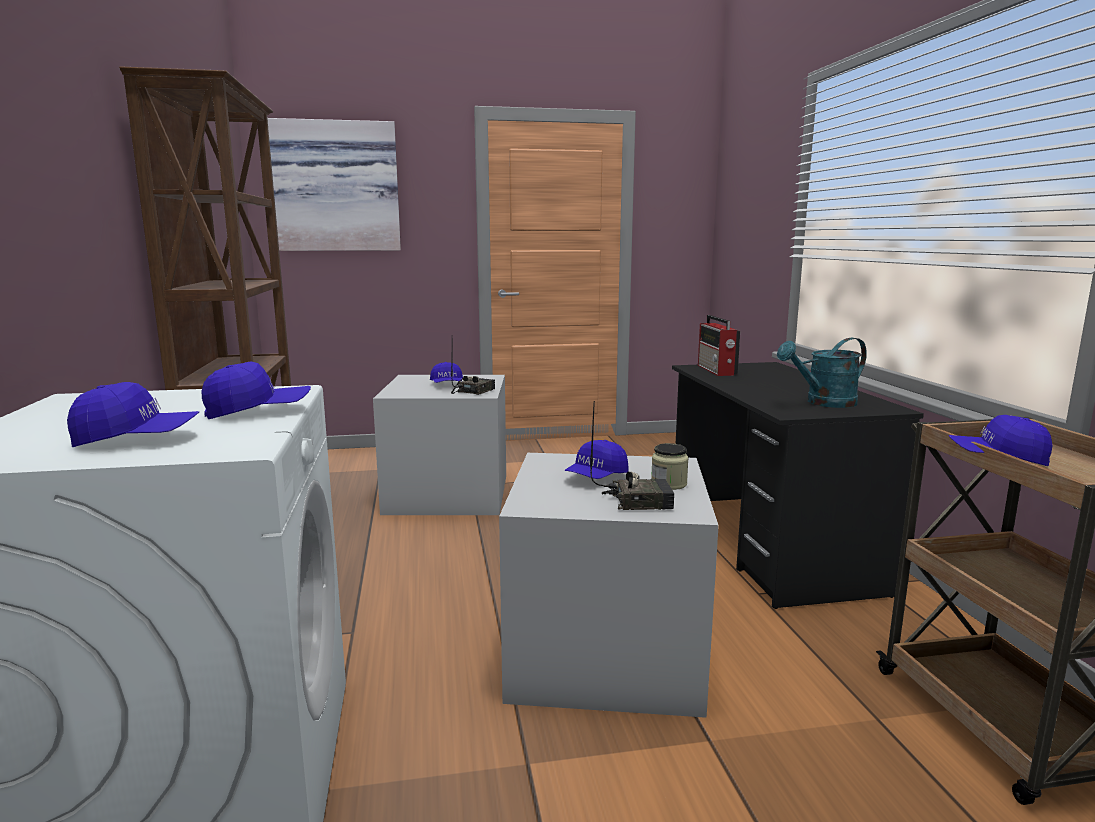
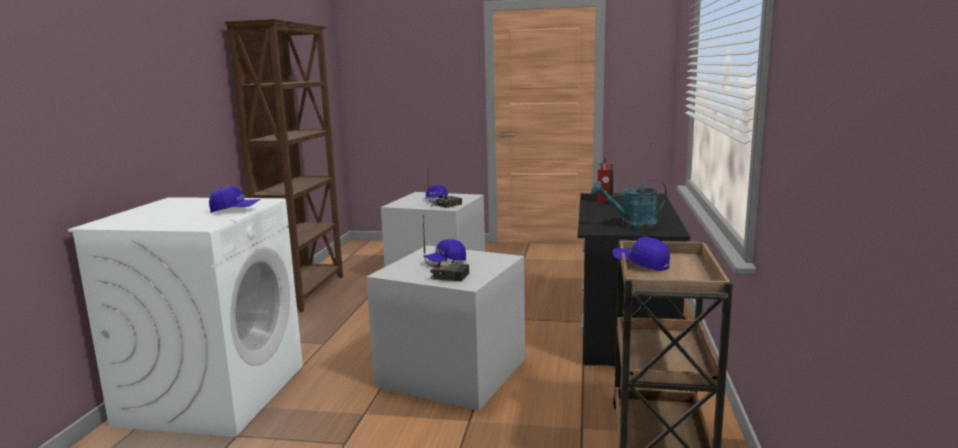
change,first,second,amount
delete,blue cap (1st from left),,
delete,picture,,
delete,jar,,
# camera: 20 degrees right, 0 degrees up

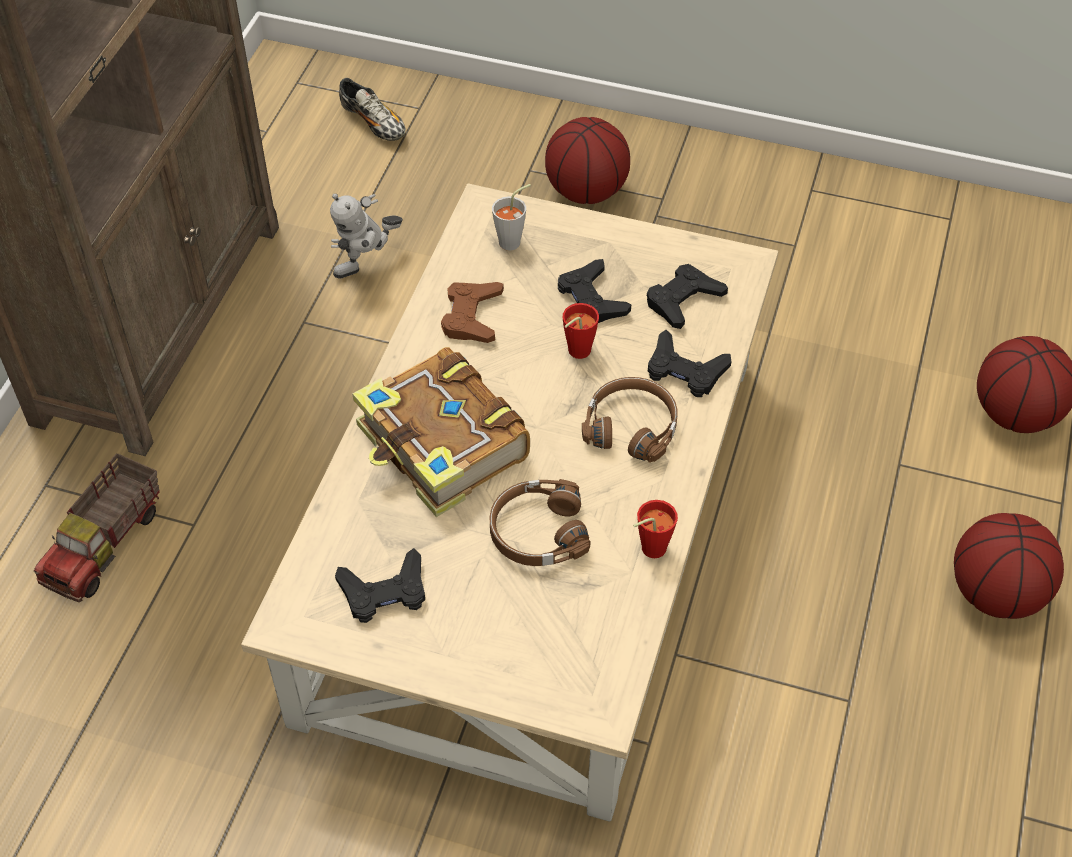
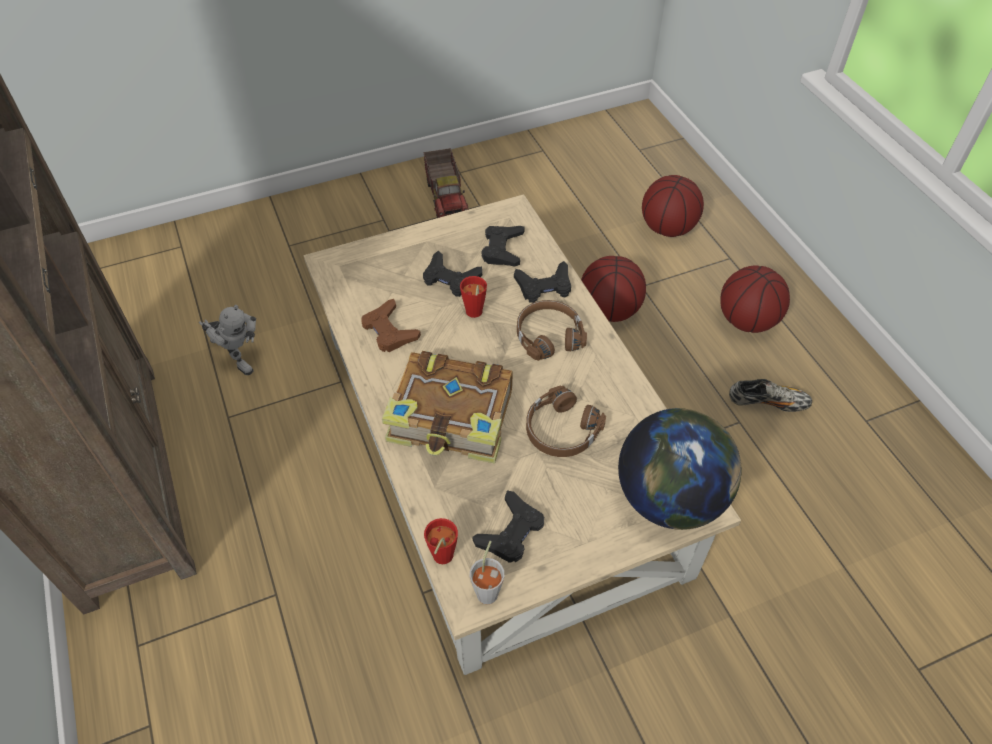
change,first,second,amount
move,toy truck,,
rotate,toy robot,,60 degrees counterclockwise
move,shoe,,
move,grey cup,,
move,basketball (1st from left),,
move,red cup (2nd from left in the first image),red cup (1st from left),
insert,,globe,
# camera: 40 degrees left, 0 degrees up

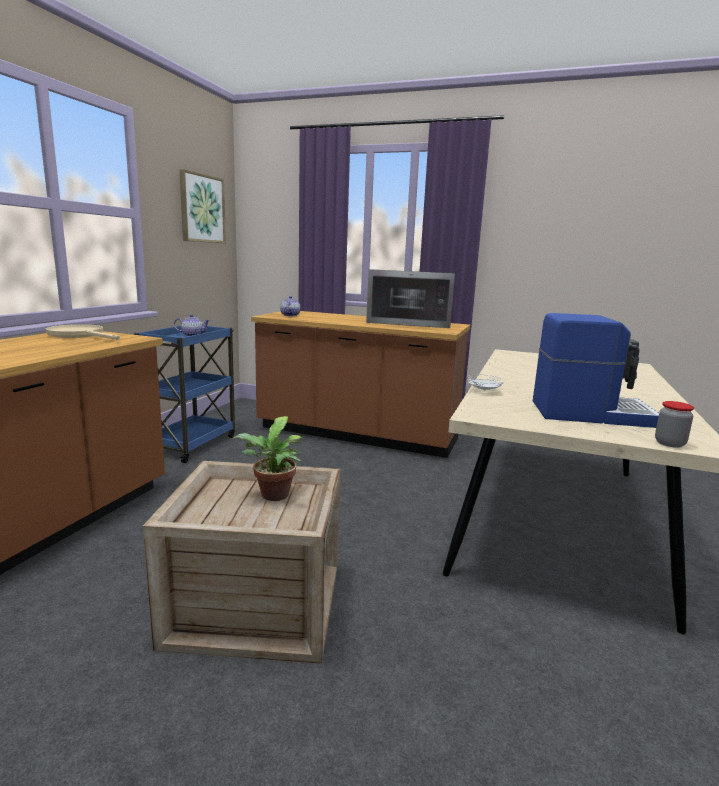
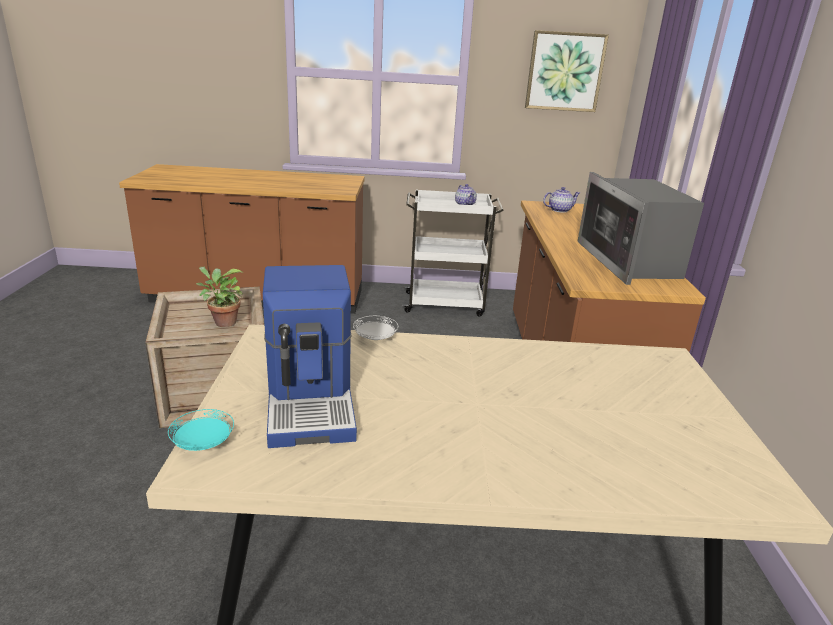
change,first,second,amount
delete,beige frying pan,,
recolor,blue cart,white cart,
replace,jar,turquoise plate,
# camera: 70 degrees right, 10 degrees up

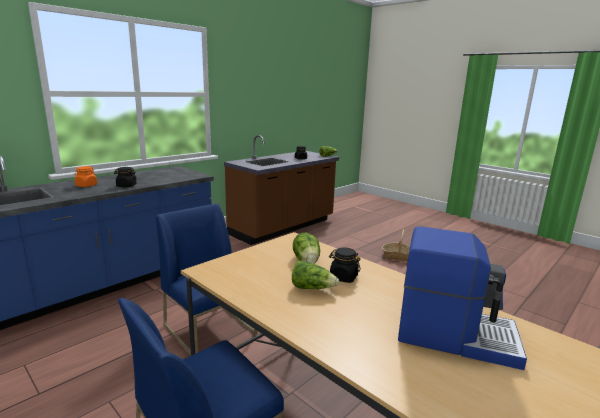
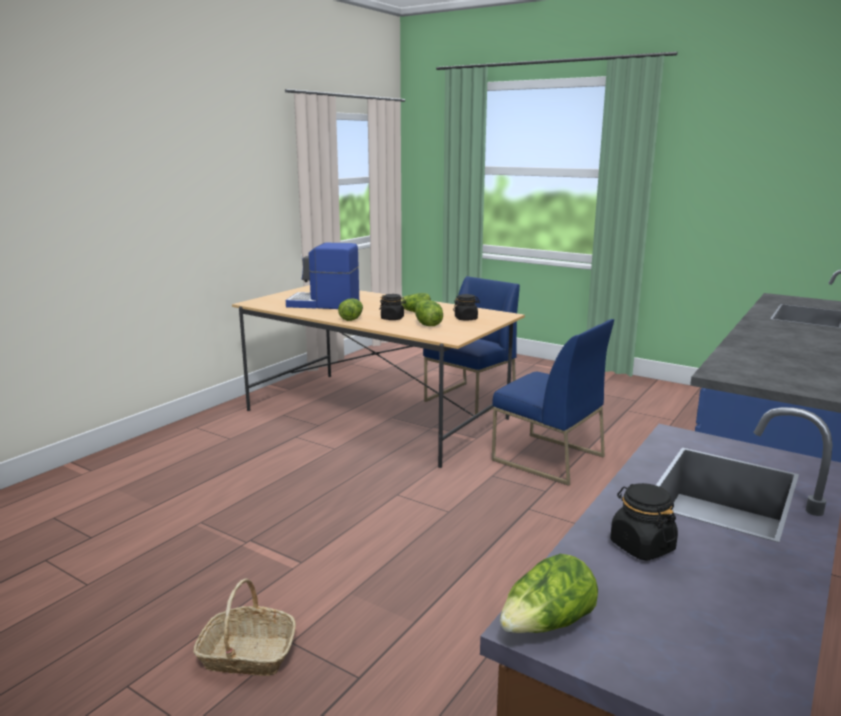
change,first,second,amount
delete,orange jar,,
move,black jar (1st from left in the first image),black jar (2nd from left),
insert,,lettuce (1st from left),
# camera: 170 degrees right, 0 degrees up

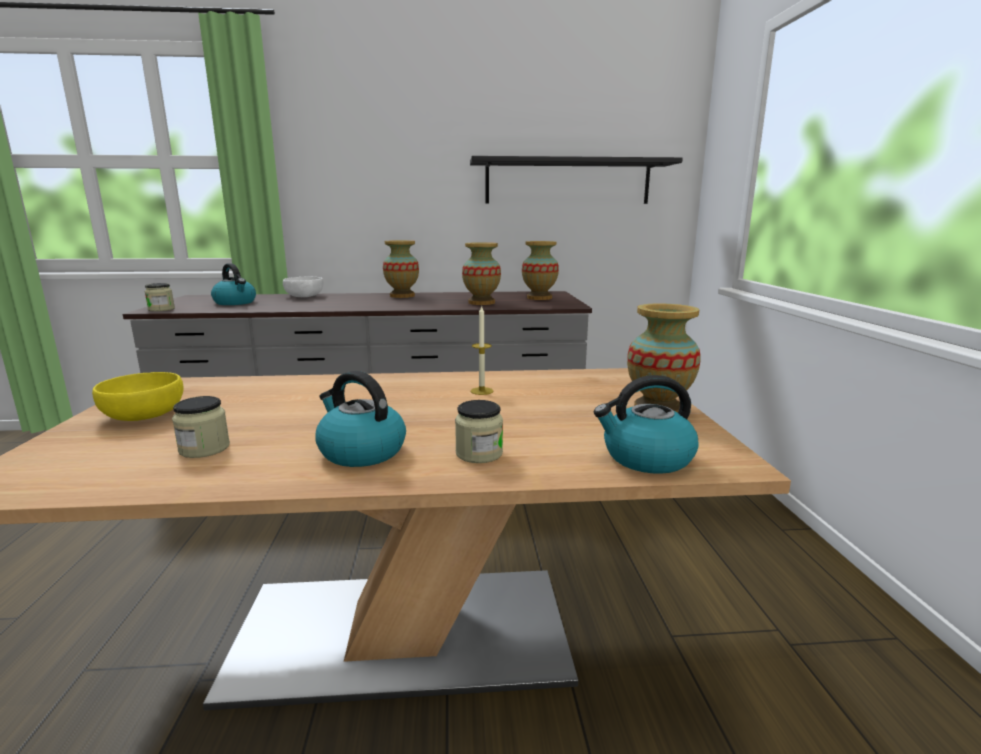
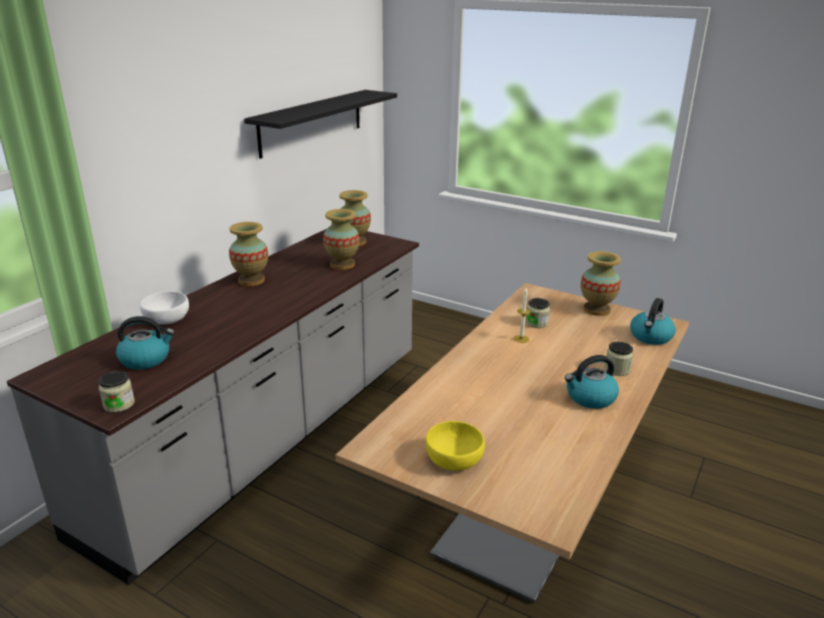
change,first,second,amount
move,jar (2nd from left),,
# camera: 55 degrees left, 10 degrees up

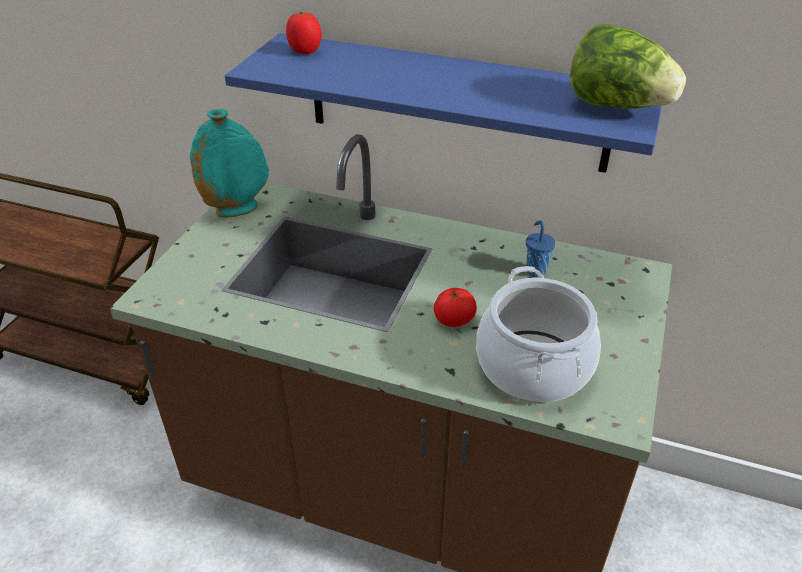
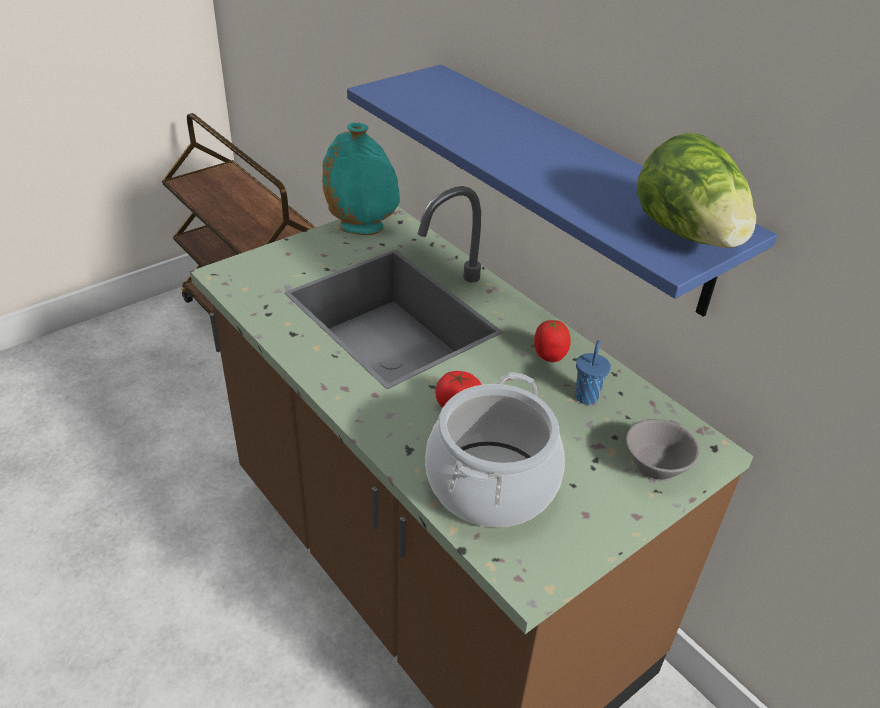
change,first,second,amount
move,tomato (1st from left in the first image),tomato (2nd from left),
insert,,grey cup,
# camera: 30 degrees right, 0 degrees up

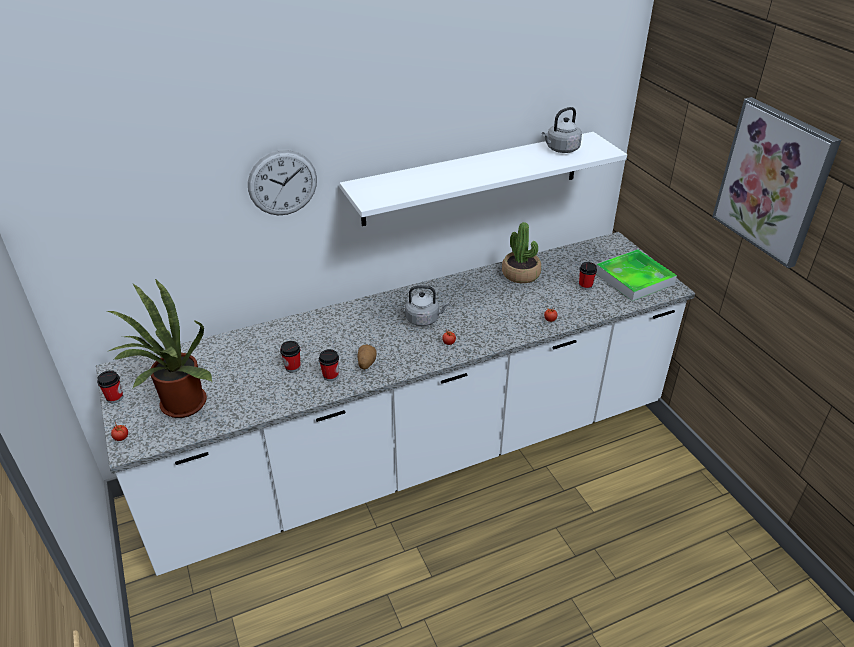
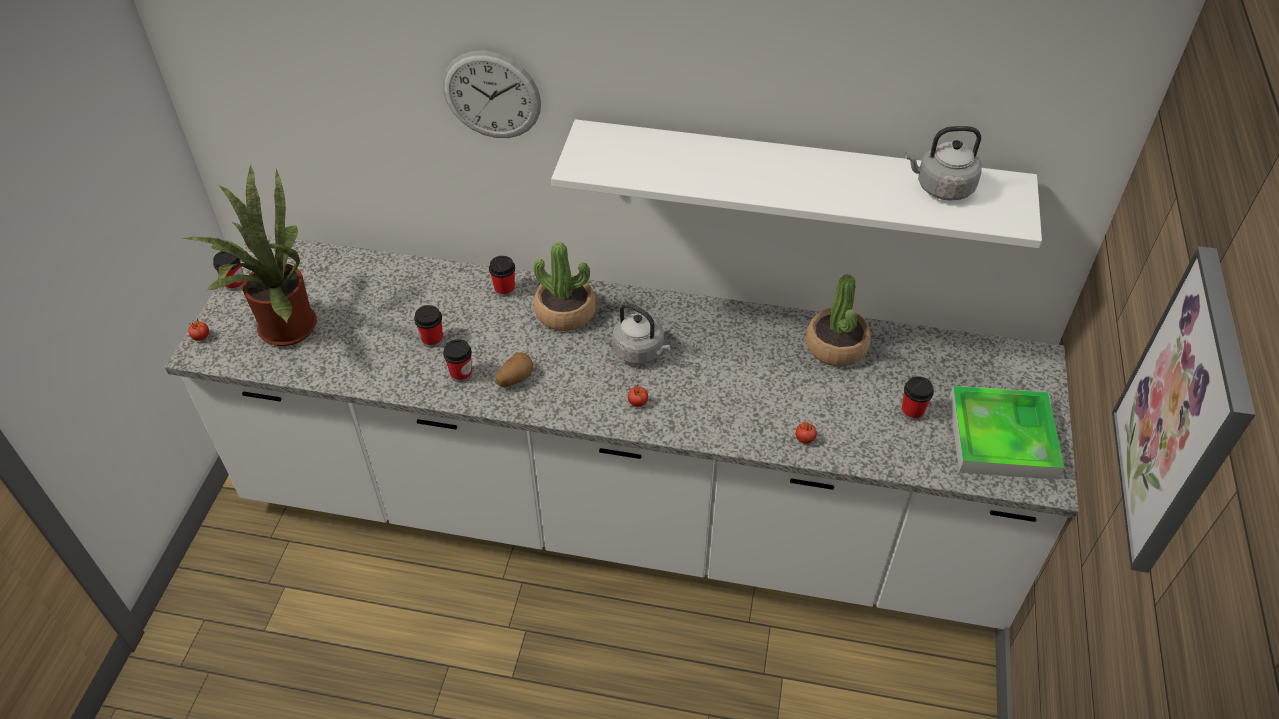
change,first,second,amount
insert,,cup (4th from left),
insert,,potted plant (2nd from left),
# camera: 35 degrees right, 10 degrees up

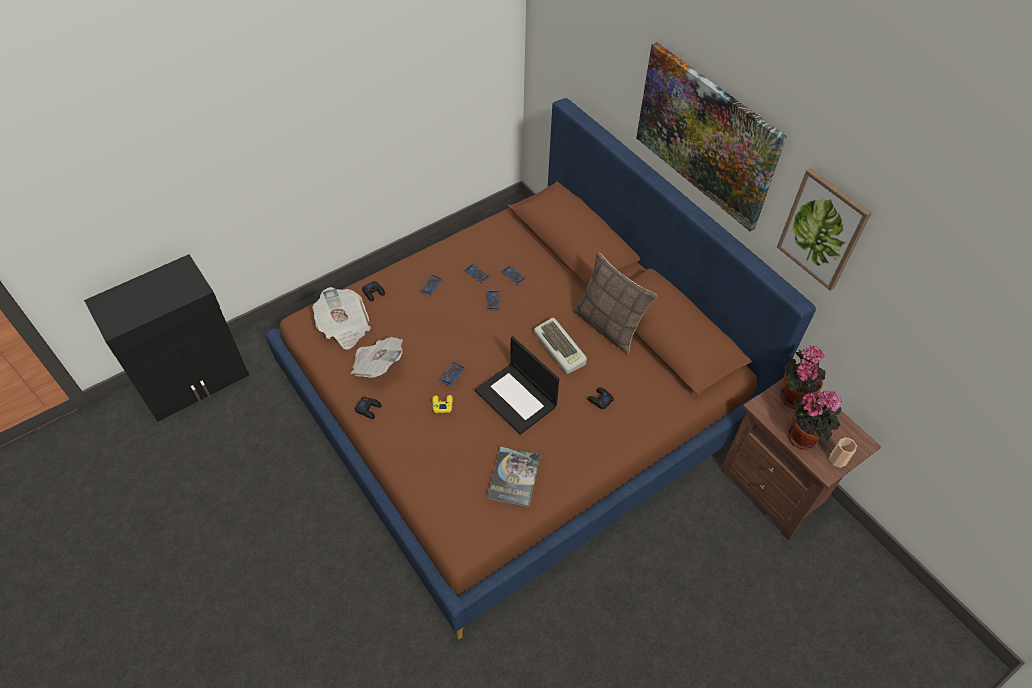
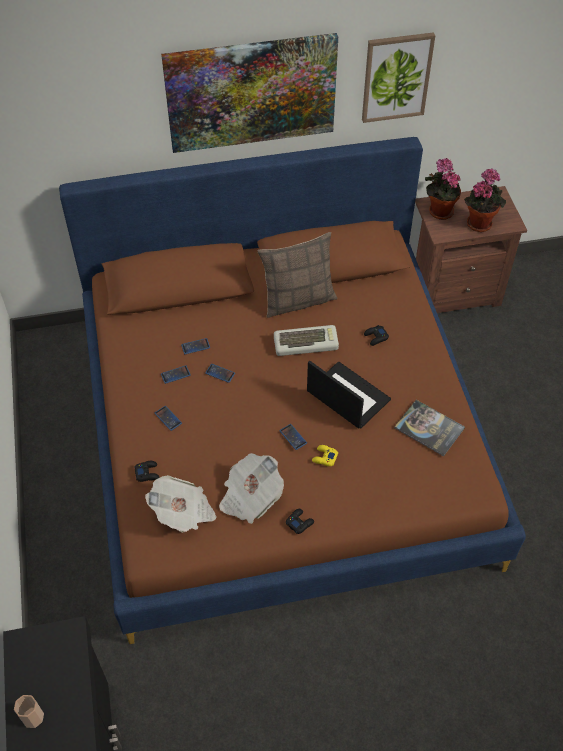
change,first,second,amount
rotate,laptop,,120 degrees counterclockwise
move,cup,,
# camera: 65 degrees left, 0 degrees up

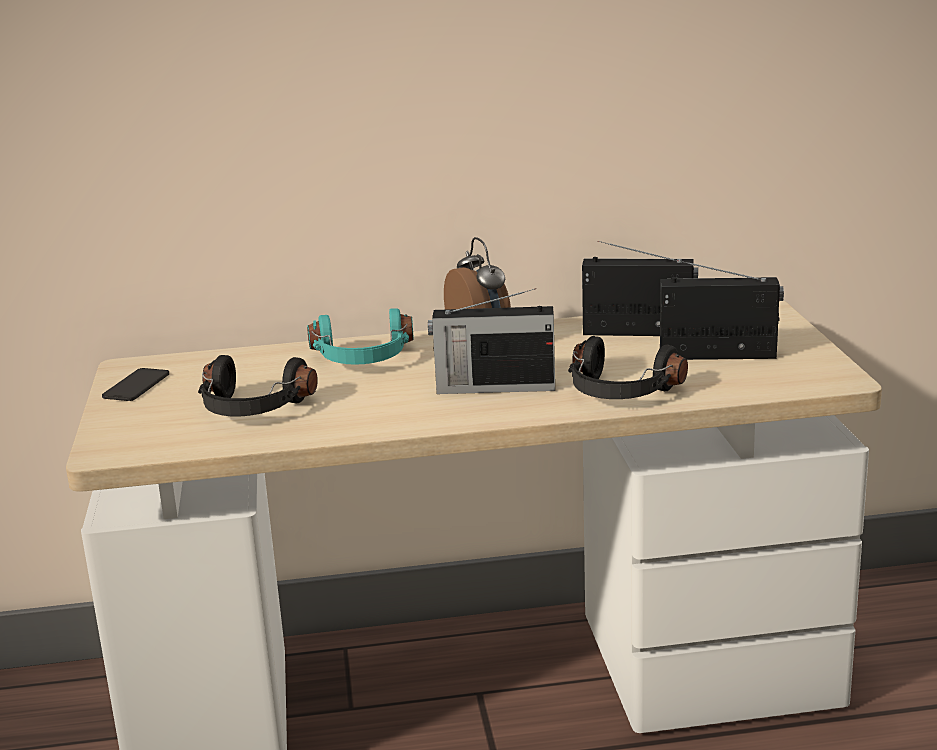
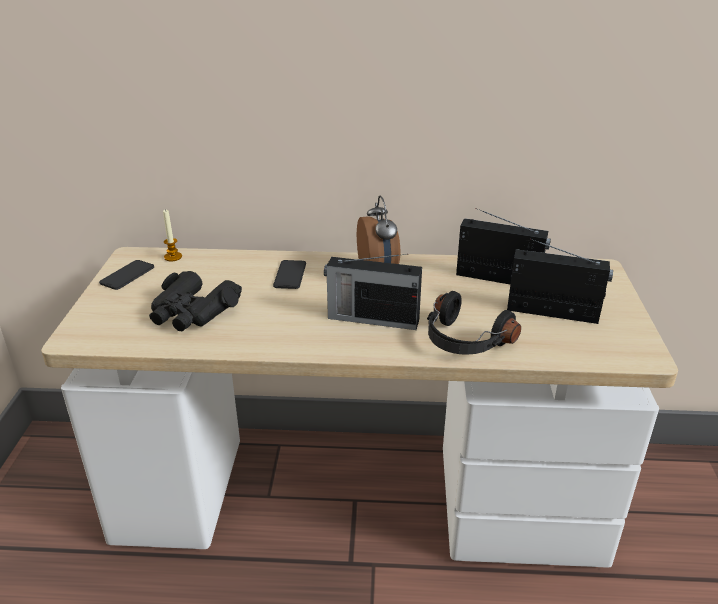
change,first,second,amount
replace,black headphones (1st from left),black binoculars,
replace,turquoise headphones,phone (2nd from left),
insert,,candle,
# camera: 10 degrees right, 10 degrees up

